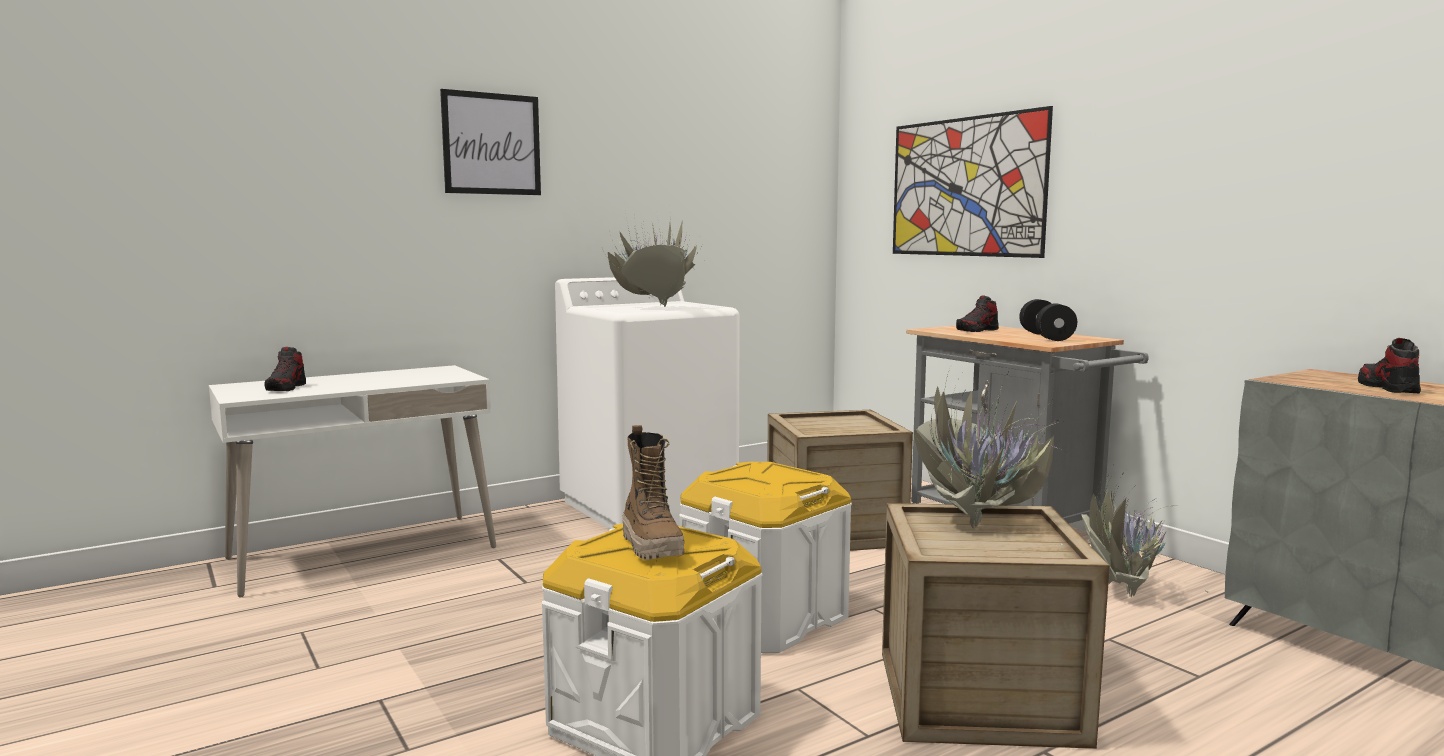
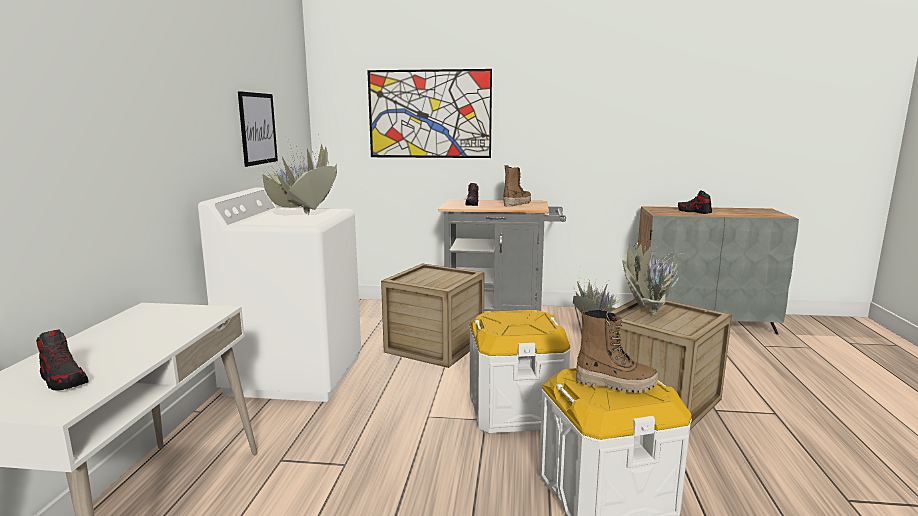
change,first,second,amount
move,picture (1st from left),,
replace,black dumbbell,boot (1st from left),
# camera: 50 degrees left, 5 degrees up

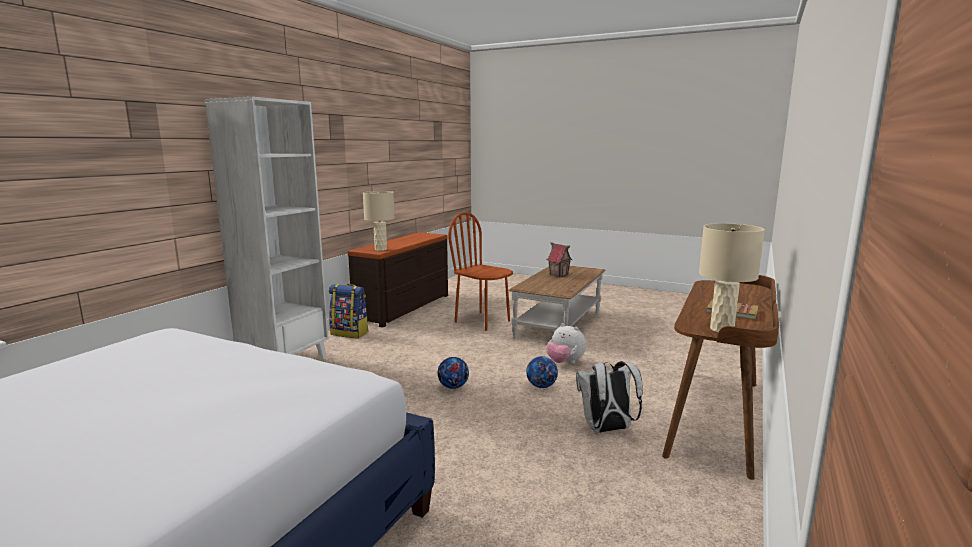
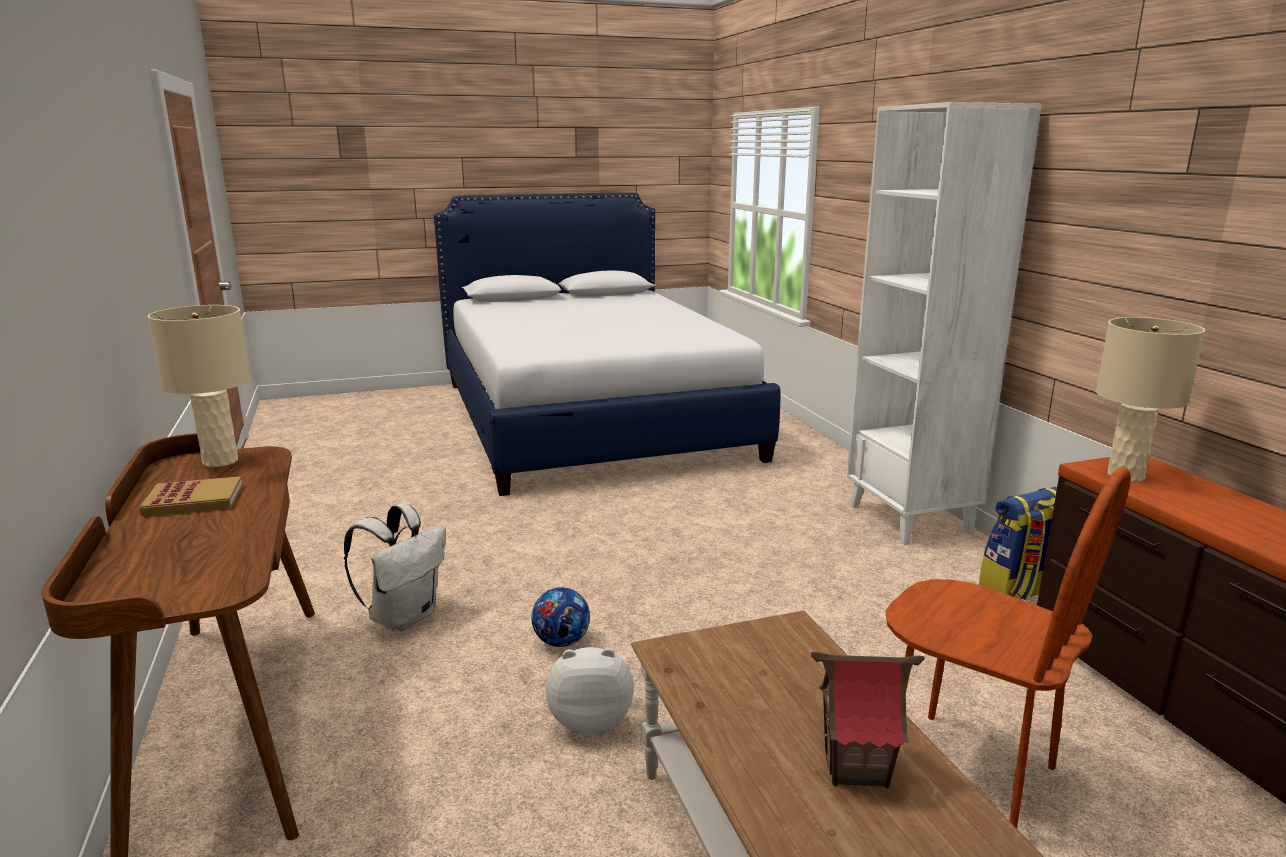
change,first,second,amount
delete,football (1st from left),,
rotate,brown chair,,45 degrees clockwise
# camera: 135 degrees right, 5 degrees up

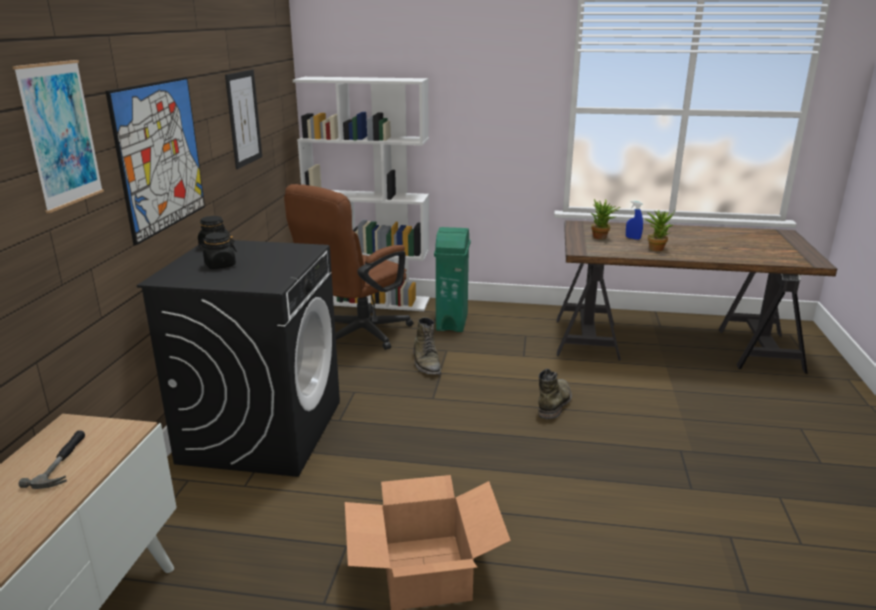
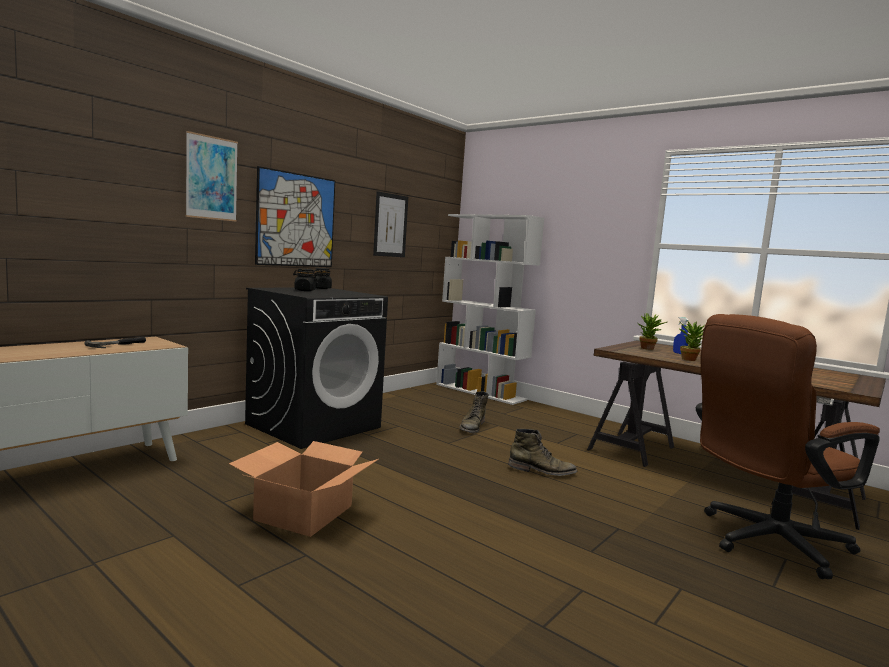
change,first,second,amount
move,brown office chair,,
delete,green trash can,,
rotate,green boot (2nd from left),,45 degrees clockwise
# camera: 30 degrees right, 15 degrees down

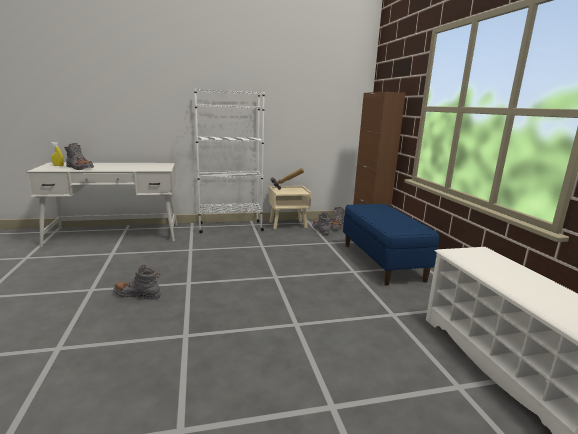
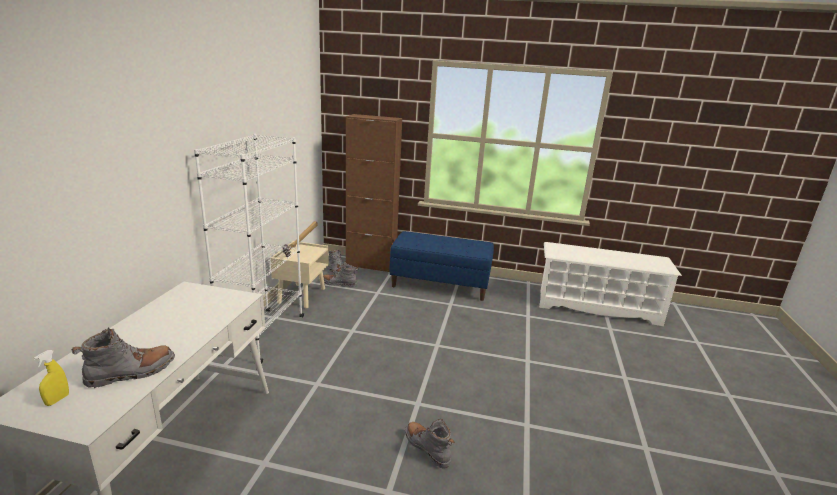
change,first,second,amount
rotate,grey boot (2nd from left in the first image),grey boot (4th from left),105 degrees clockwise
# camera: 65 degrees left, 5 degrees up

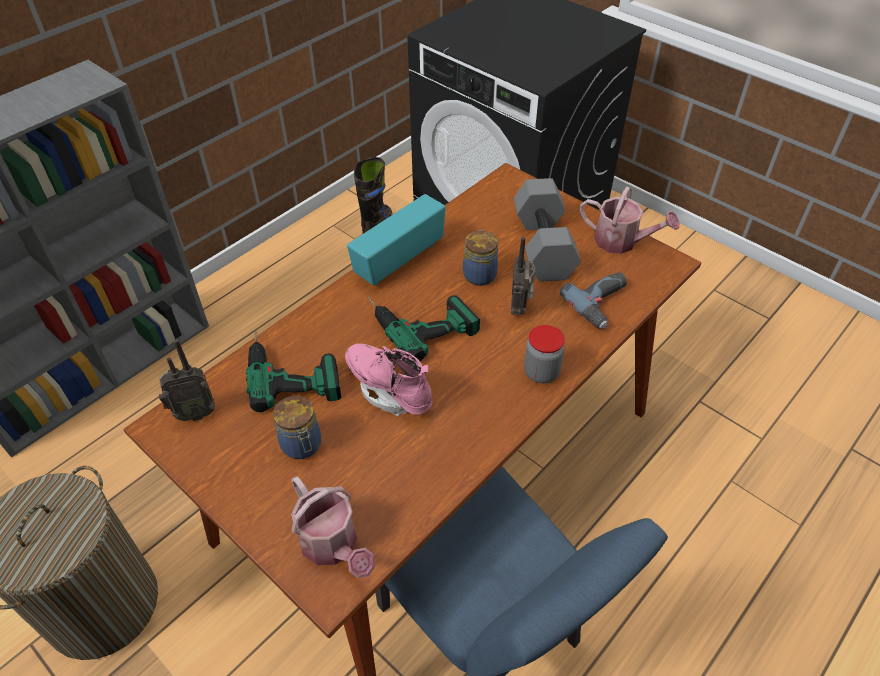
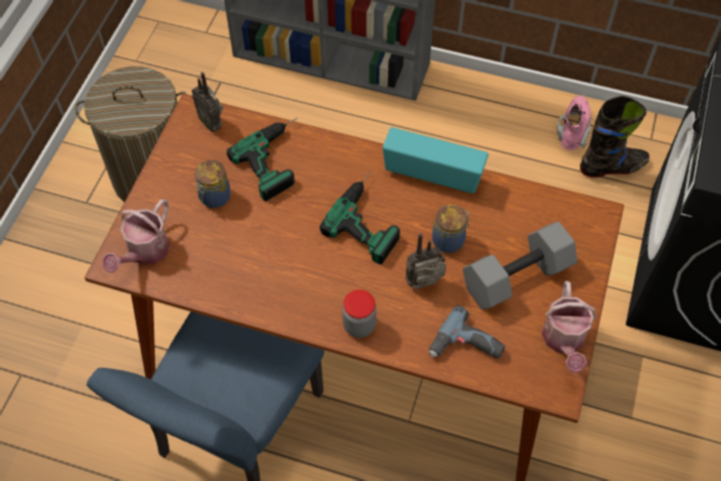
change,first,second,amount
move,pink boot,,
# camera: 65 degrees right, 10 degrees up

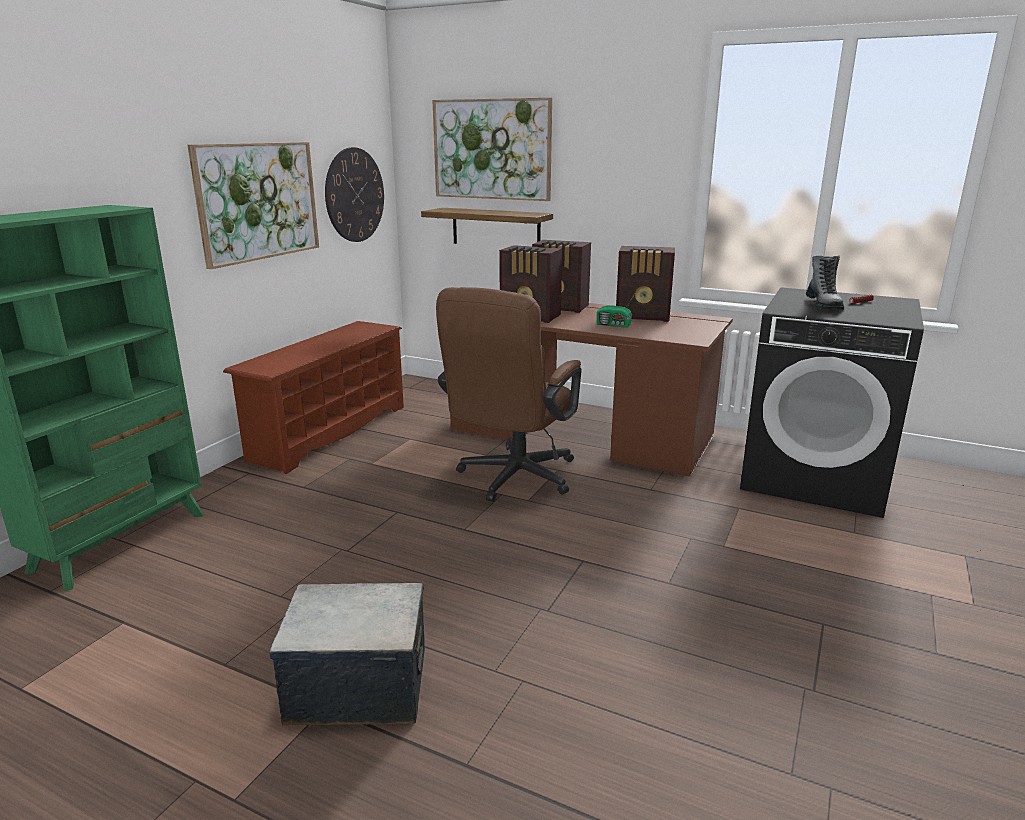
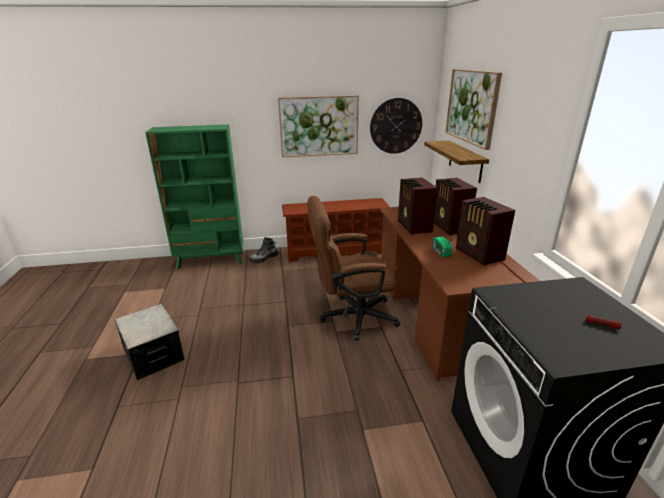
change,first,second,amount
move,boot,,
# camera: 55 degrees right, 5 degrees up

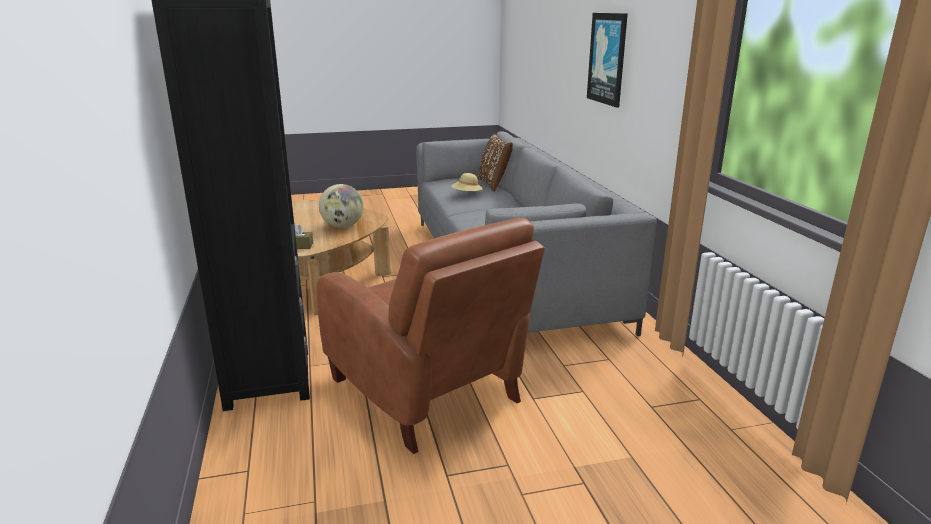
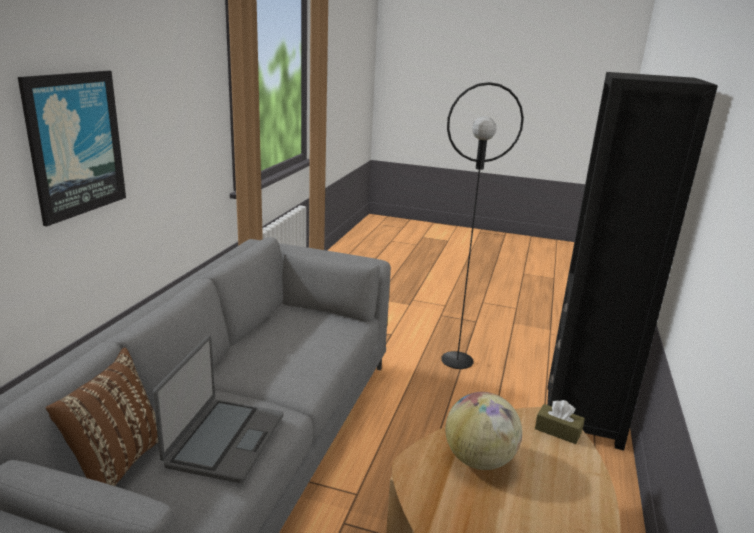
change,first,second,amount
replace,brown armchair,black floor lamp,
replace,beige hat,laptop,
# camera: 150 degrees left, 0 degrees up

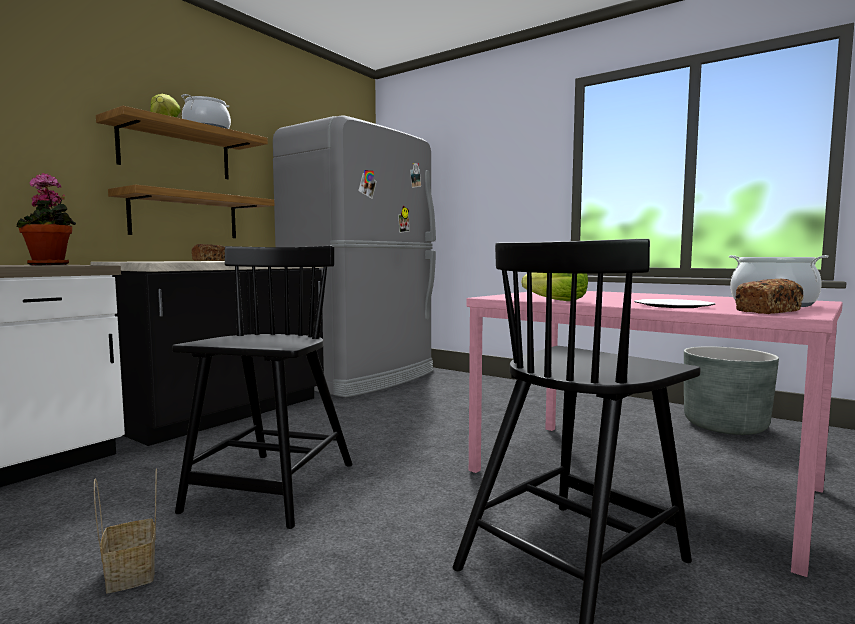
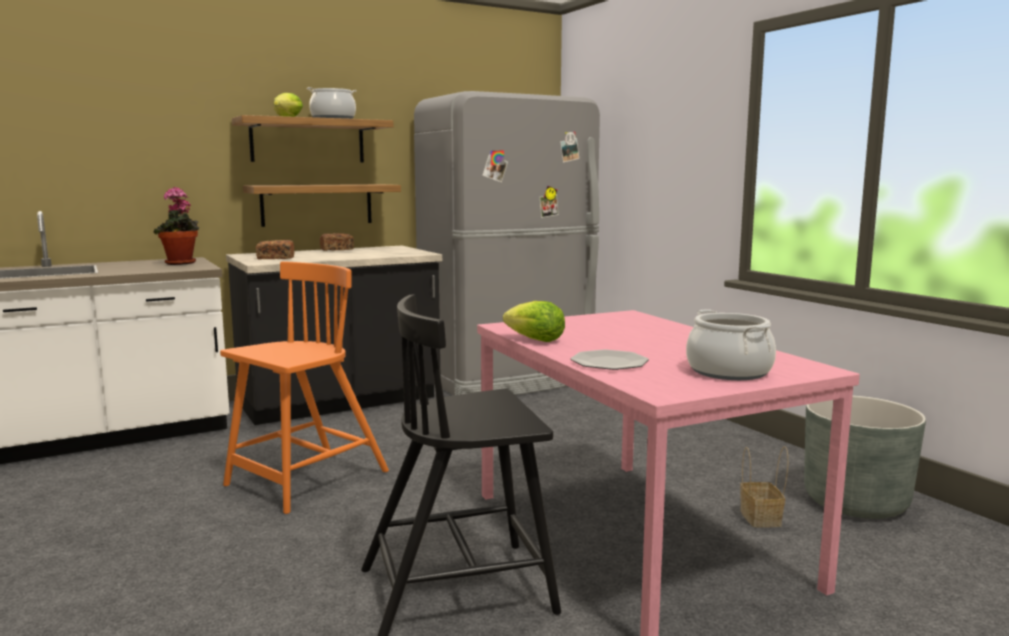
change,first,second,amount
move,basket,,
recolor,black chair (1st from left),orange chair,
move,bread (2nd from left in the first image),bread (1st from left),
# camera: 25 degrees right, 5 degrees up

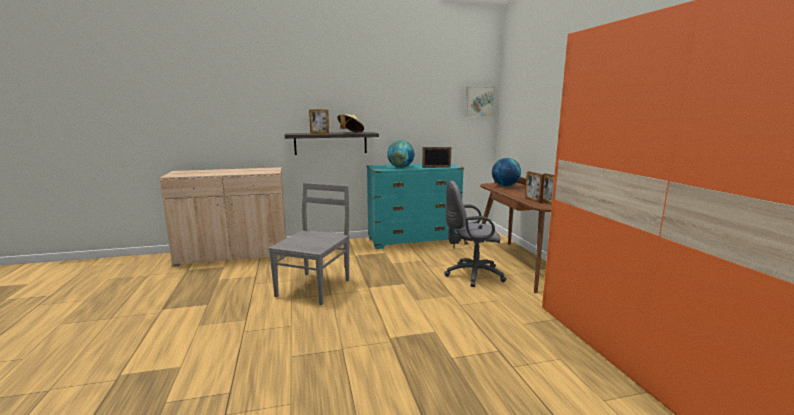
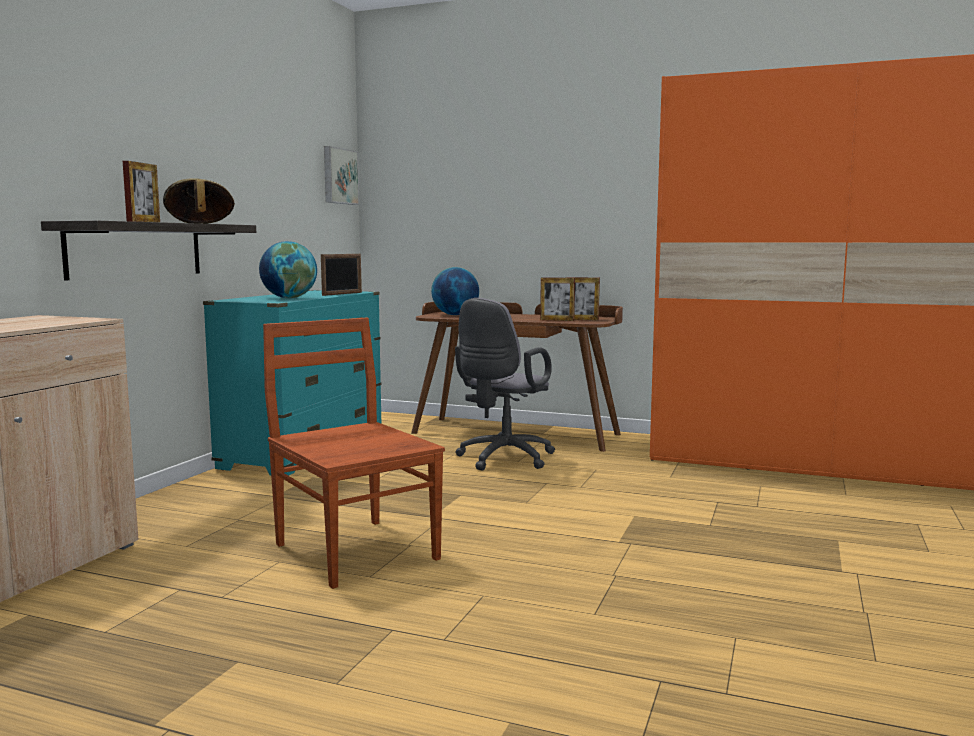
change,first,second,amount
recolor,grey chair,brown chair,
# camera: 55 degrees left, 5 degrees down

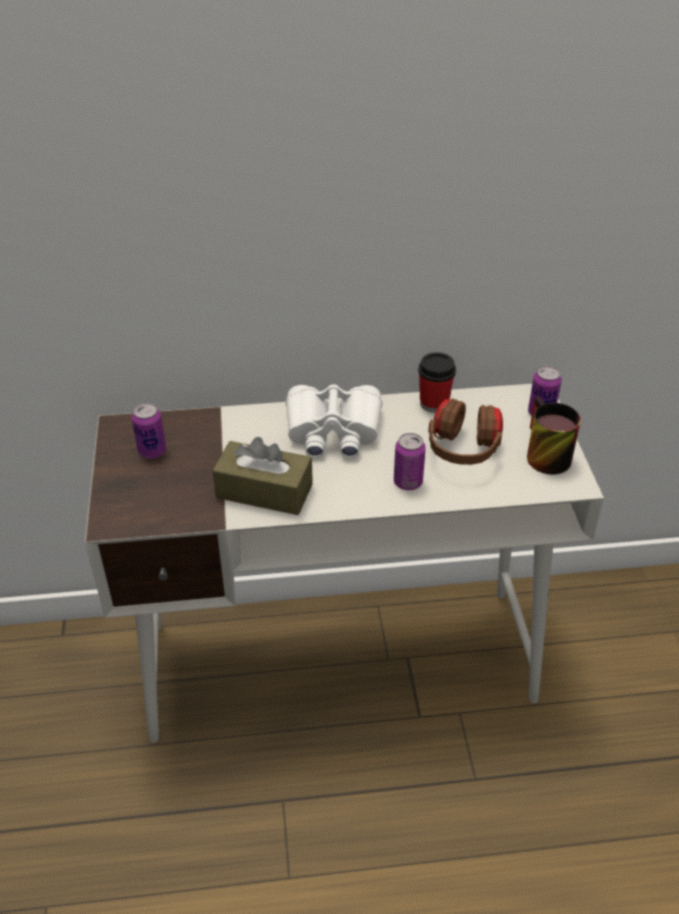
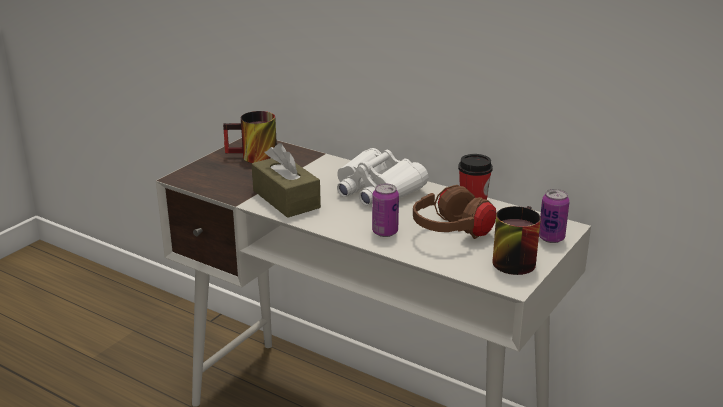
change,first,second,amount
replace,can (1st from left),mug (1st from left),
# camera: 40 degrees right, 15 degrees down

